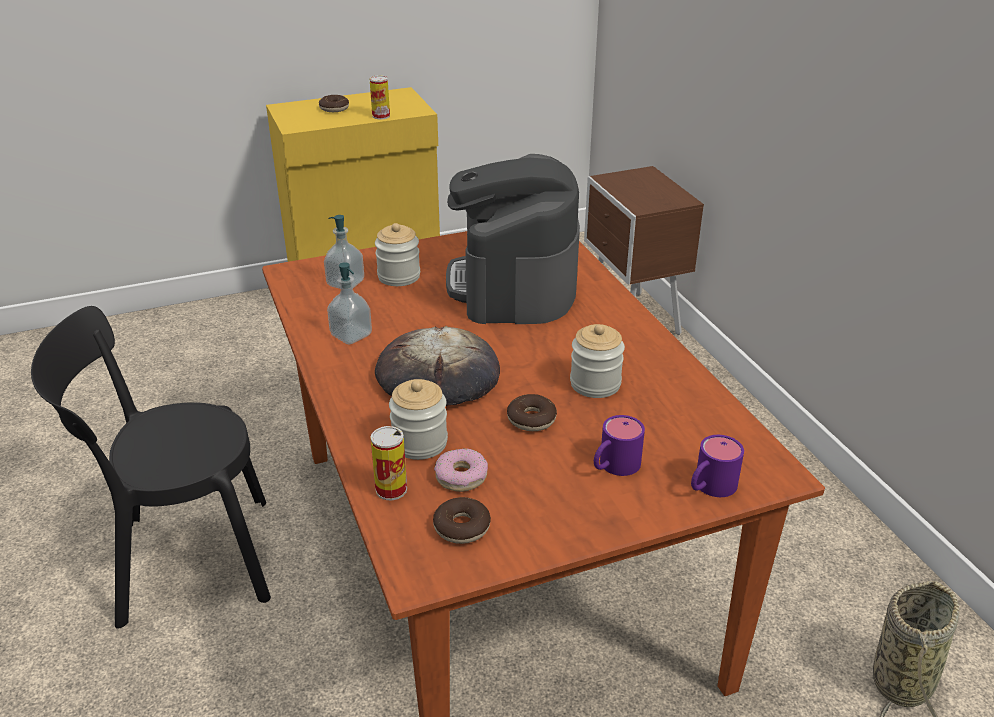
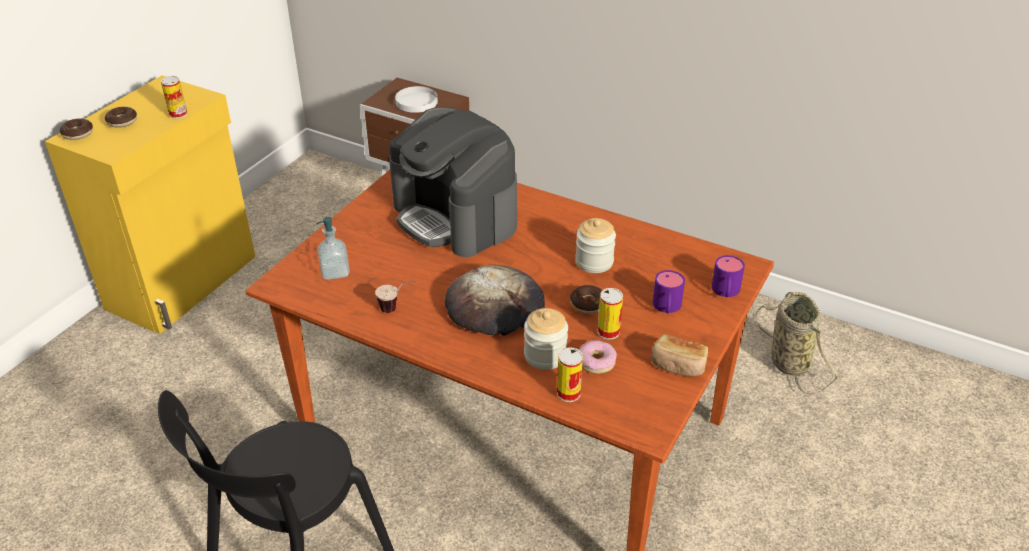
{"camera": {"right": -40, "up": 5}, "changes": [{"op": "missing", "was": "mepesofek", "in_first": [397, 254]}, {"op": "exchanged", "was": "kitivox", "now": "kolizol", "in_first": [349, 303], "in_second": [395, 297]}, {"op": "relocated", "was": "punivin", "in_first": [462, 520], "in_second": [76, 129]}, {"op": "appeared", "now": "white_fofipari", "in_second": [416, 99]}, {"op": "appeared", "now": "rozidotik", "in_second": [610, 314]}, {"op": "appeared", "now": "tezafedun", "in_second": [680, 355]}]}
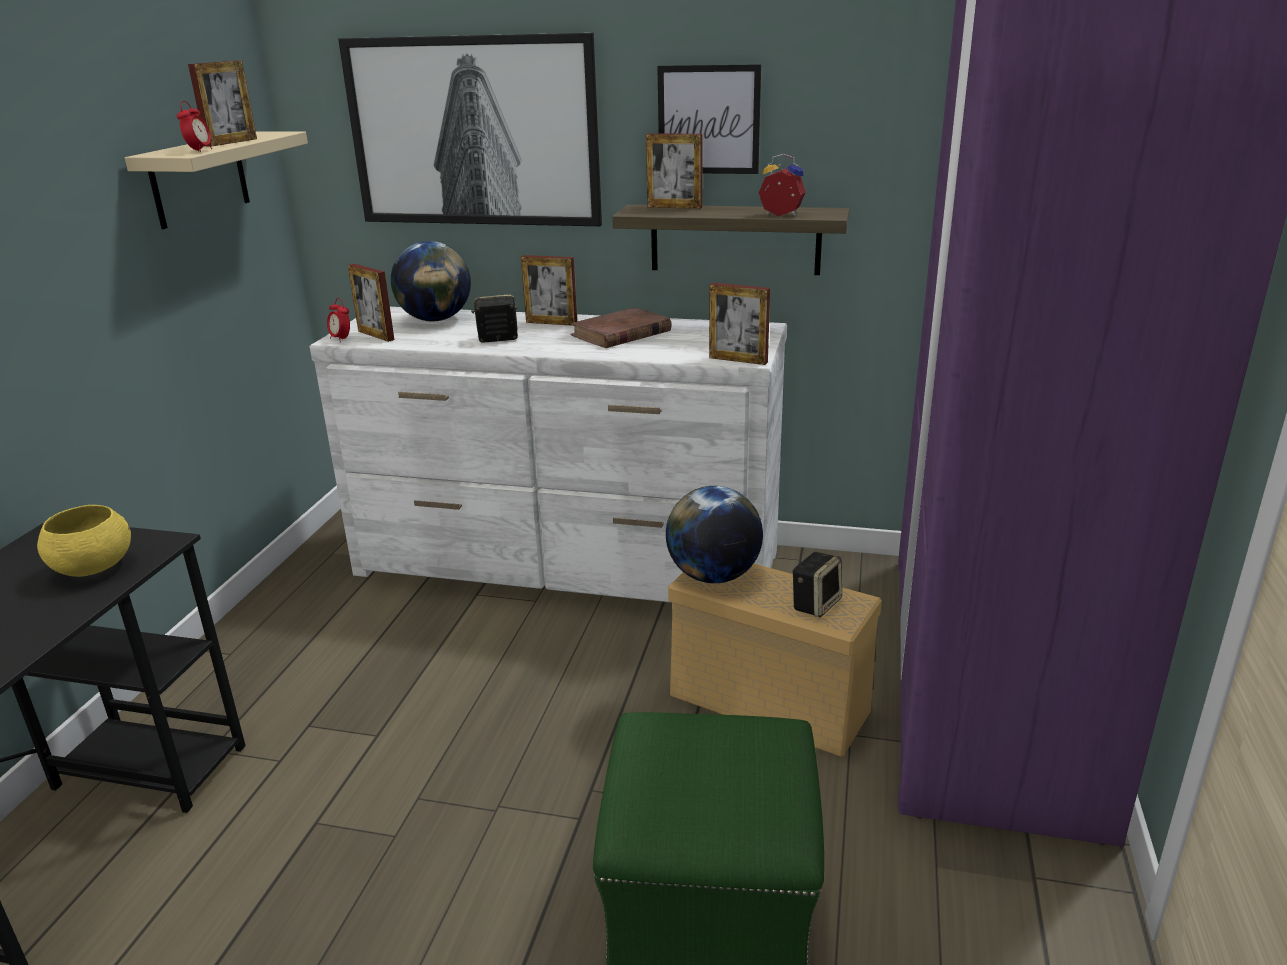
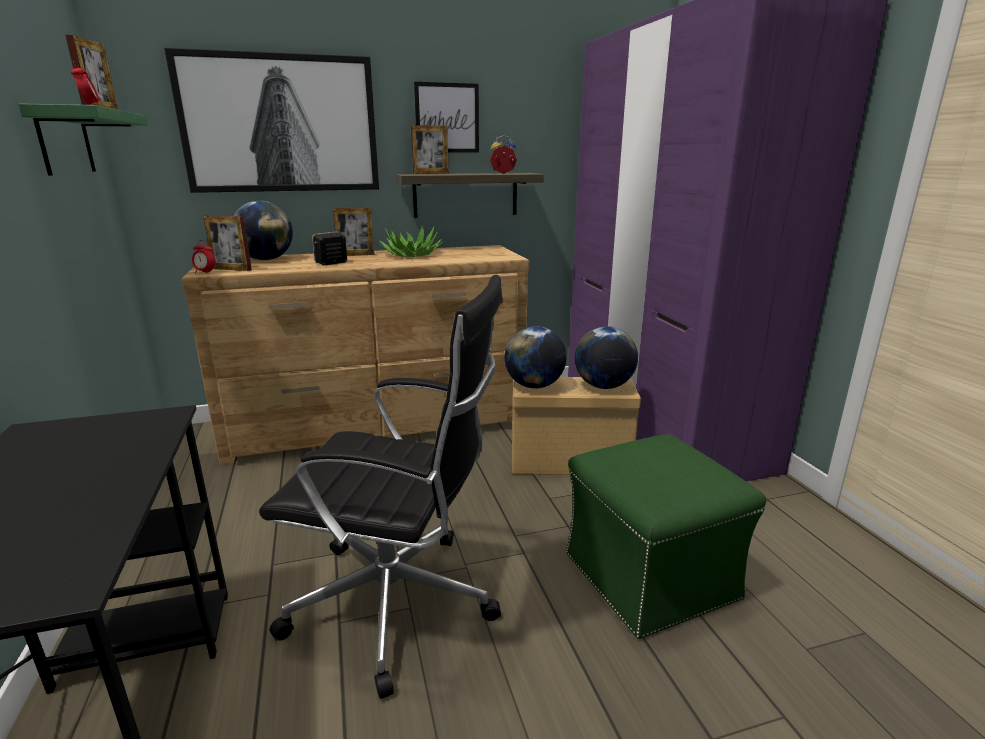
{"camera": {"right": -30, "up": -5}, "changes": [{"op": "colour", "was": "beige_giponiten", "now": "green_giponiten", "in_first": [216, 180], "in_second": [83, 140]}, {"op": "missing", "was": "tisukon", "in_first": [739, 324]}, {"op": "colour", "was": "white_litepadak", "now": "brown_litepadak", "in_first": [548, 454], "in_second": [355, 355]}, {"op": "exchanged", "was": "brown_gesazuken", "now": "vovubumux", "in_first": [621, 327], "in_second": [411, 241]}, {"op": "missing", "was": "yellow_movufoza", "in_first": [84, 541]}, {"op": "exchanged", "was": "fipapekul", "now": "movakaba", "in_first": [817, 585], "in_second": [606, 357]}, {"op": "appeared", "now": "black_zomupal", "in_second": [381, 487]}]}
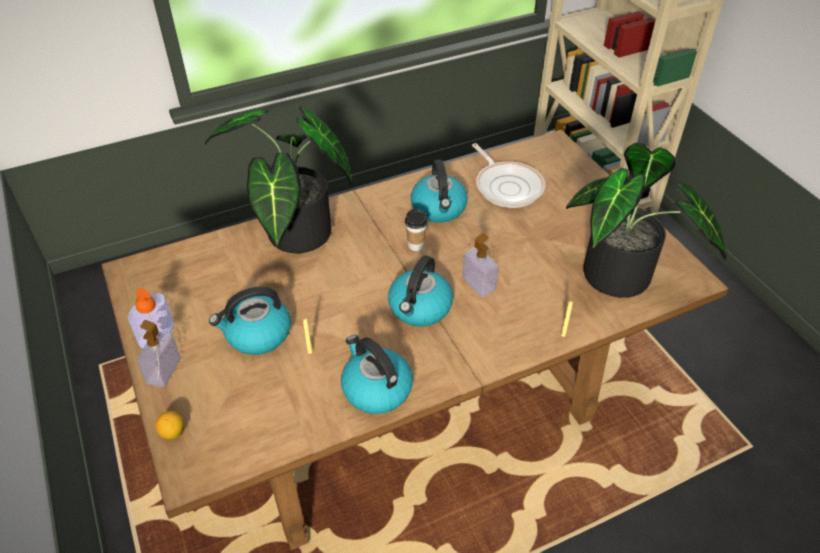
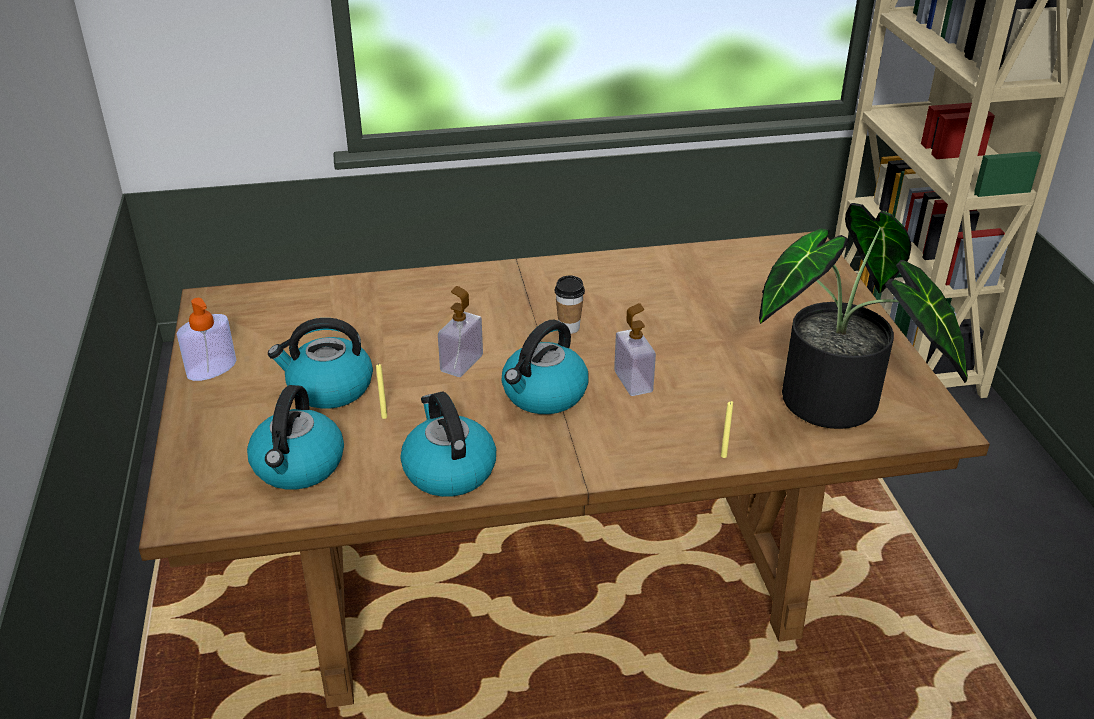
{"camera": {"right": 15, "up": -10}, "changes": [{"op": "missing", "was": "vovubumux", "in_first": [278, 179]}, {"op": "missing", "was": "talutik", "in_first": [509, 175]}, {"op": "relocated", "was": "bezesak", "in_first": [439, 191], "in_second": [295, 437]}, {"op": "relocated", "was": "kitivox", "in_first": [158, 353], "in_second": [460, 331]}, {"op": "missing", "was": "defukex", "in_first": [169, 425]}]}
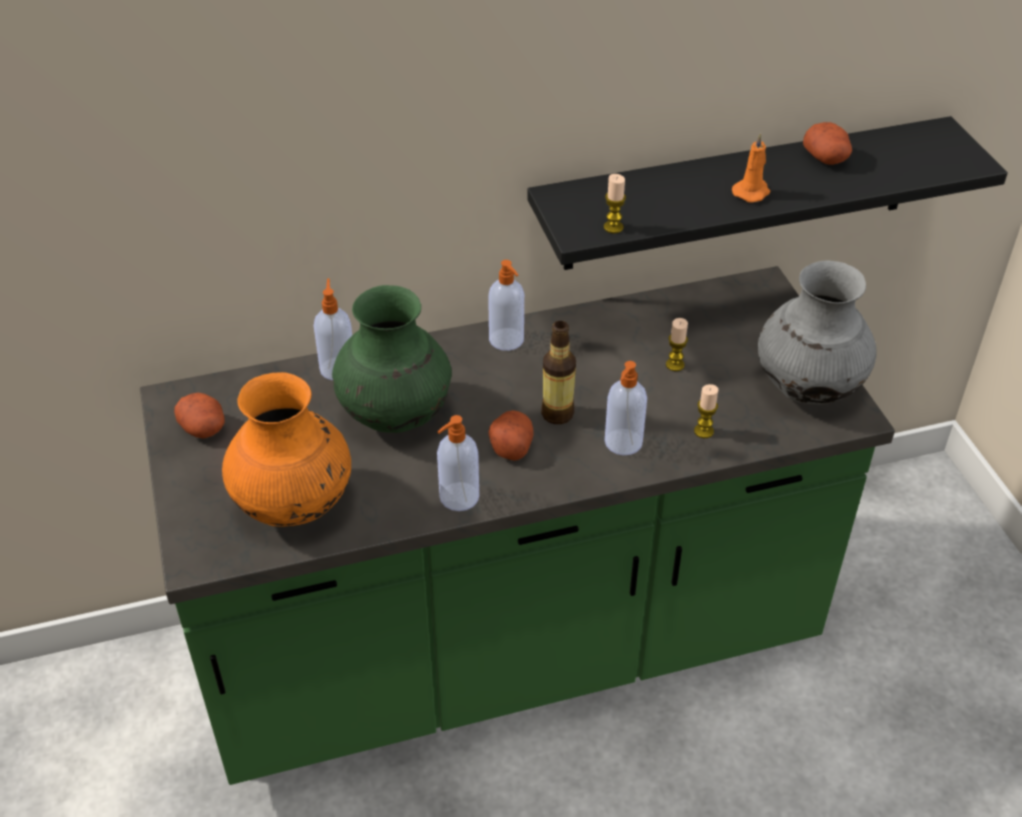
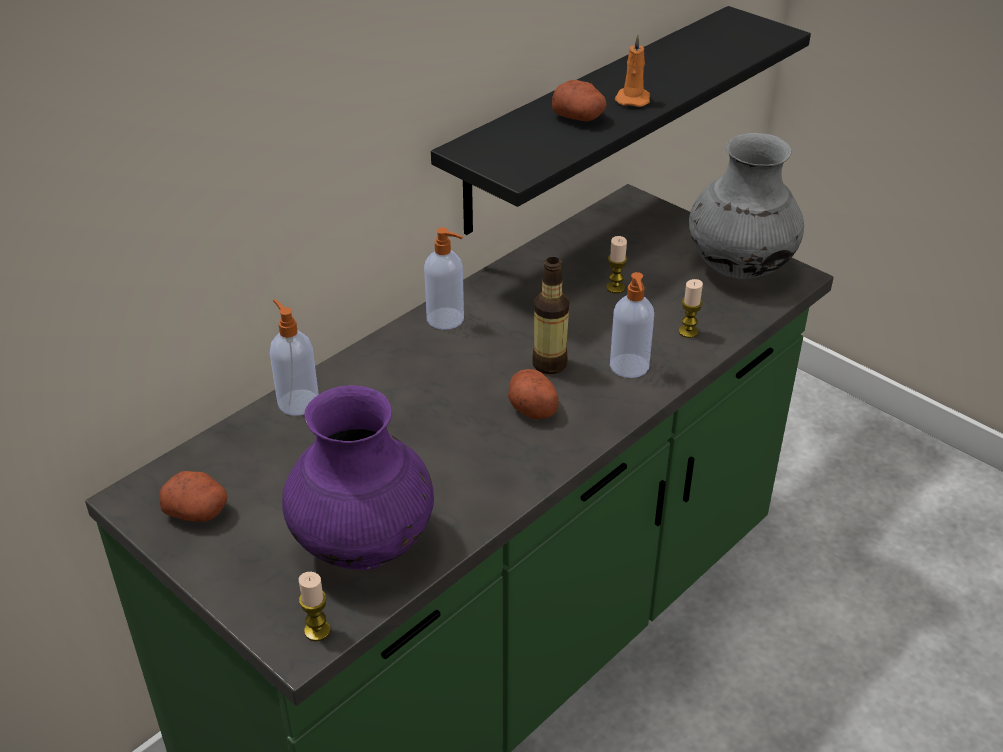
{"camera": {"right": -30, "up": -5}, "changes": [{"op": "relocated", "was": "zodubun", "in_first": [827, 143], "in_second": [579, 100]}, {"op": "relocated", "was": "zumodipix", "in_first": [615, 203], "in_second": [315, 606]}, {"op": "missing", "was": "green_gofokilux", "in_first": [392, 359]}, {"op": "colour", "was": "orange_gofokilux", "now": "purple_gofokilux", "in_first": [286, 449], "in_second": [358, 477]}, {"op": "missing", "was": "kitivox", "in_first": [458, 463]}]}
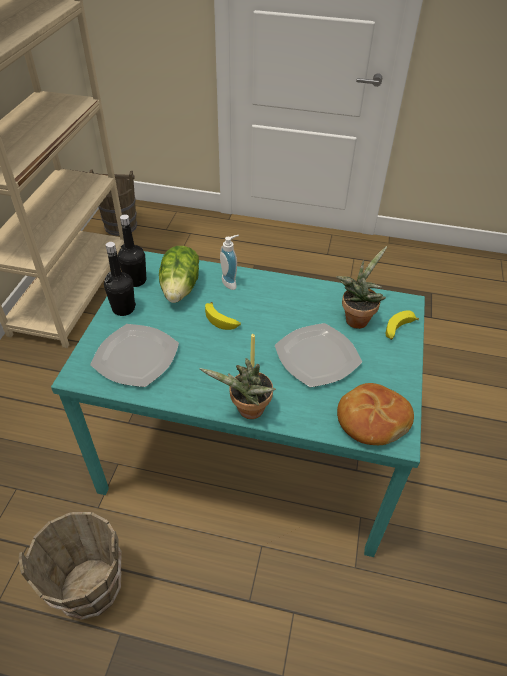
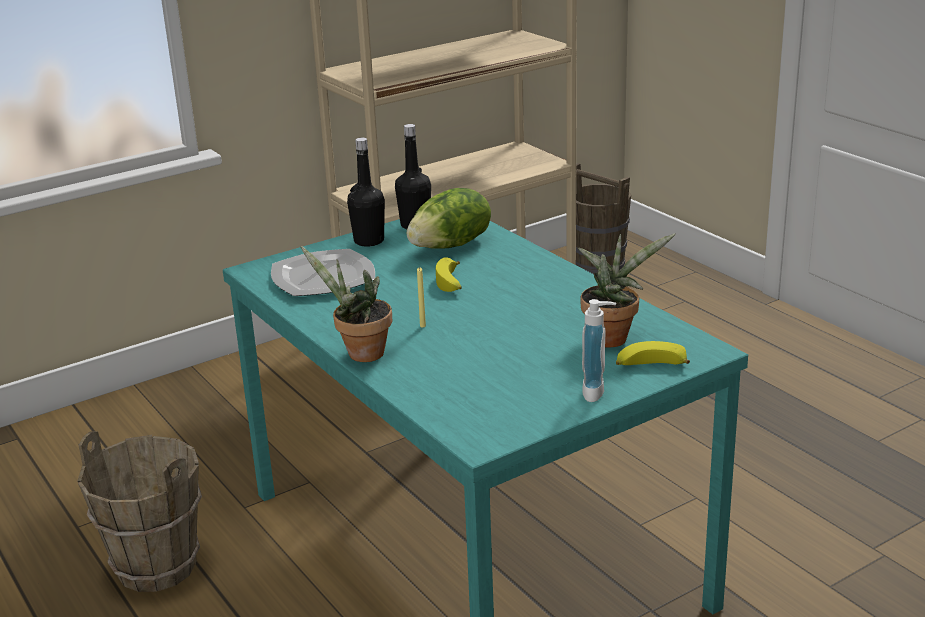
{"camera": {"right": 45, "up": -20}, "changes": [{"op": "relocated", "was": "kitivox", "in_first": [229, 262], "in_second": [599, 350]}, {"op": "missing", "was": "fofipari", "in_first": [318, 355]}, {"op": "missing", "was": "tezafedun", "in_first": [375, 414]}]}
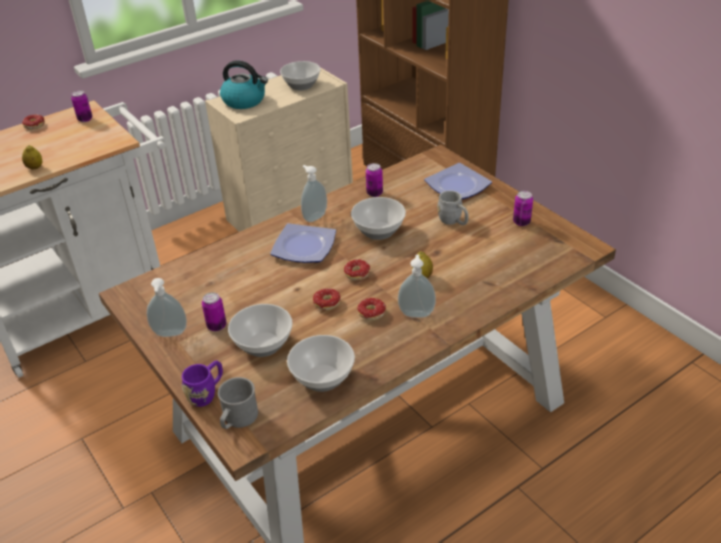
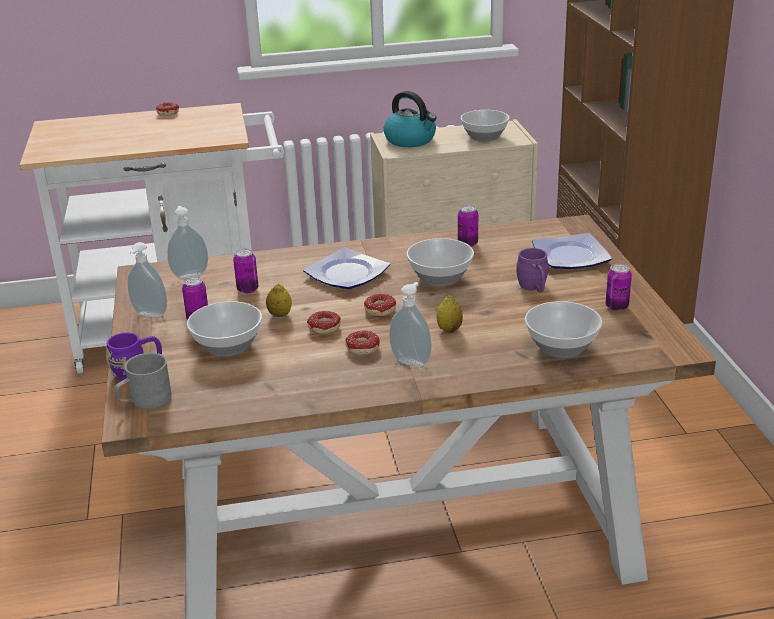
{"camera": {"right": 25, "up": -10}, "changes": [{"op": "relocated", "was": "rozidotik", "in_first": [81, 106], "in_second": [246, 271]}, {"op": "relocated", "was": "defukex", "in_first": [32, 157], "in_second": [279, 300]}, {"op": "relocated", "was": "kitivox", "in_first": [314, 193], "in_second": [187, 242]}, {"op": "colour", "was": "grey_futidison", "now": "purple_futidison", "in_first": [453, 208], "in_second": [532, 270]}, {"op": "relocated", "was": "movufoza", "in_first": [321, 363], "in_second": [563, 329]}]}
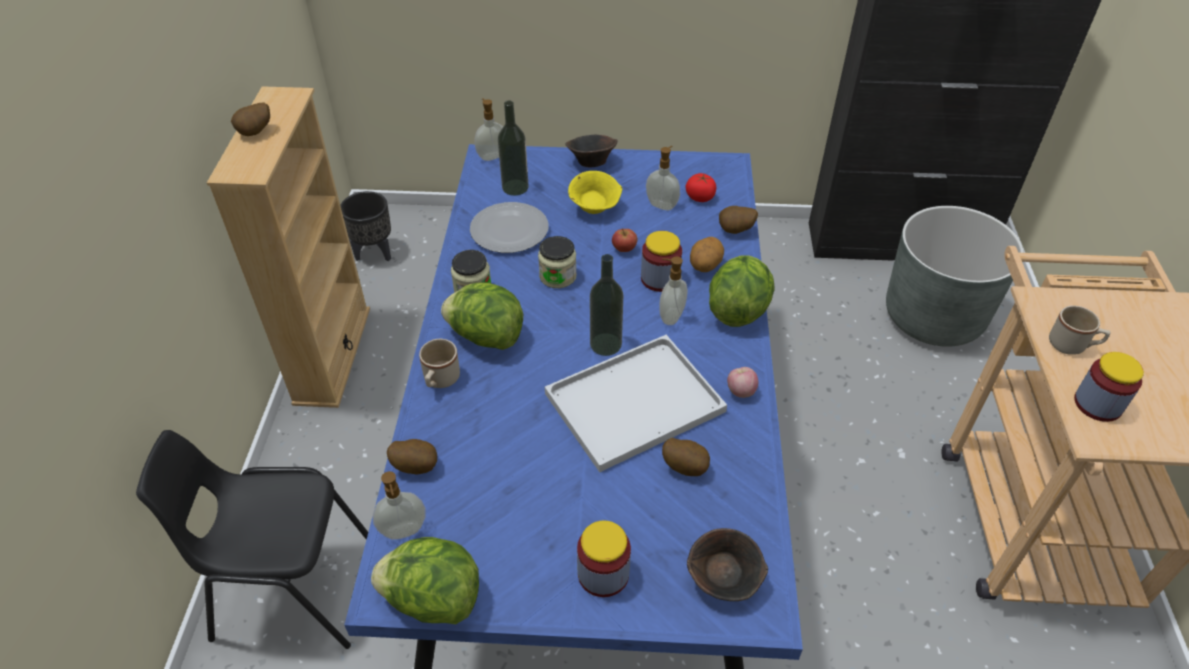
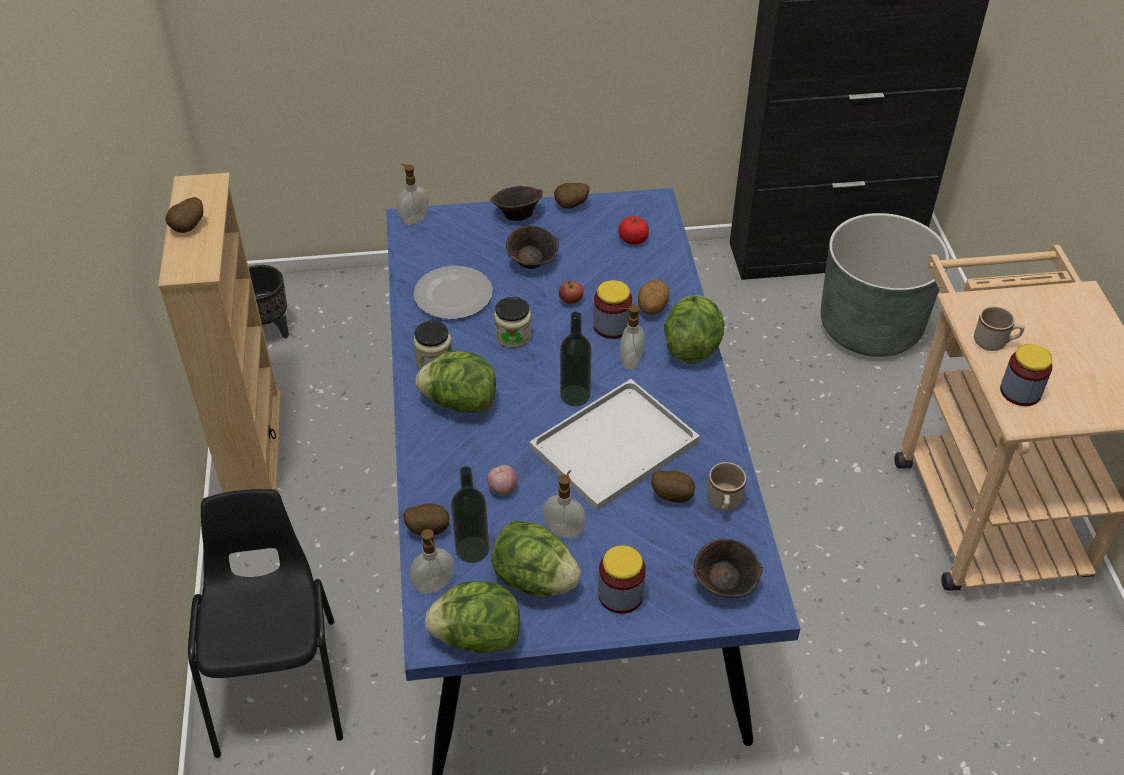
{"camera": {"right": -10, "up": 0}, "changes": [{"op": "relocated", "was": "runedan", "in_first": [513, 148], "in_second": [470, 514]}, {"op": "relocated", "was": "kitivox", "in_first": [663, 178], "in_second": [564, 504]}, {"op": "colour", "was": "yellow_movufoza", "now": "brown_movufoza", "in_first": [595, 192], "in_second": [532, 247]}, {"op": "relocated", "was": "zodubun", "in_first": [738, 220], "in_second": [571, 196]}, {"op": "relocated", "was": "beige_futidison", "in_first": [439, 363], "in_second": [726, 487]}, {"op": "relocated", "was": "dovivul", "in_first": [742, 382], "in_second": [502, 480]}, {"op": "spun", "was": "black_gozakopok", "in_first": [252, 539], "in_second": [265, 623], "clockwise": 90}, {"op": "appeared", "now": "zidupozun", "in_second": [536, 558]}]}
